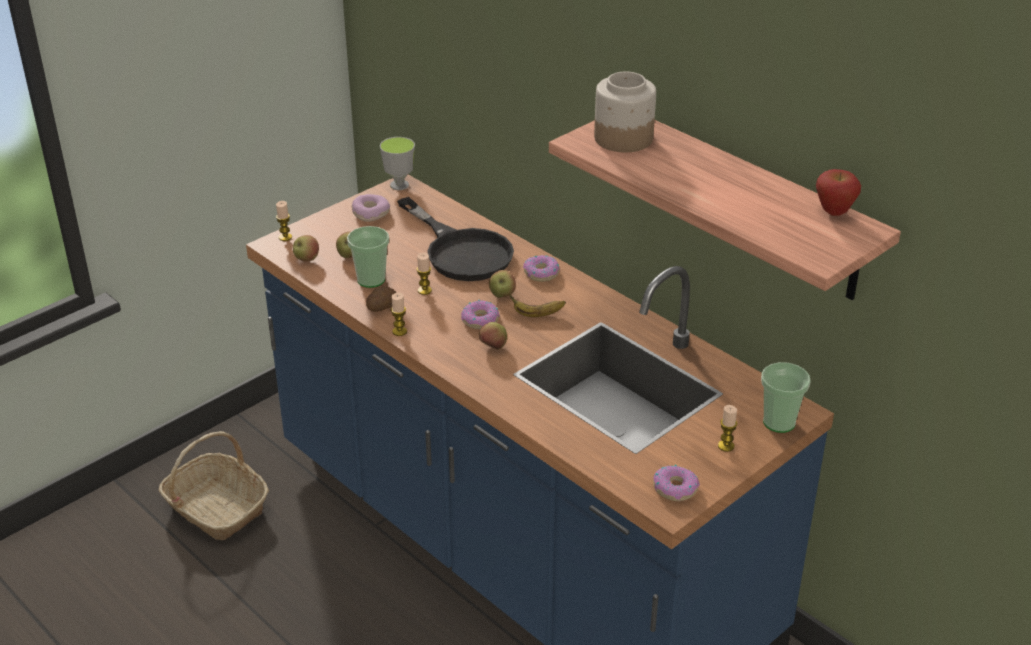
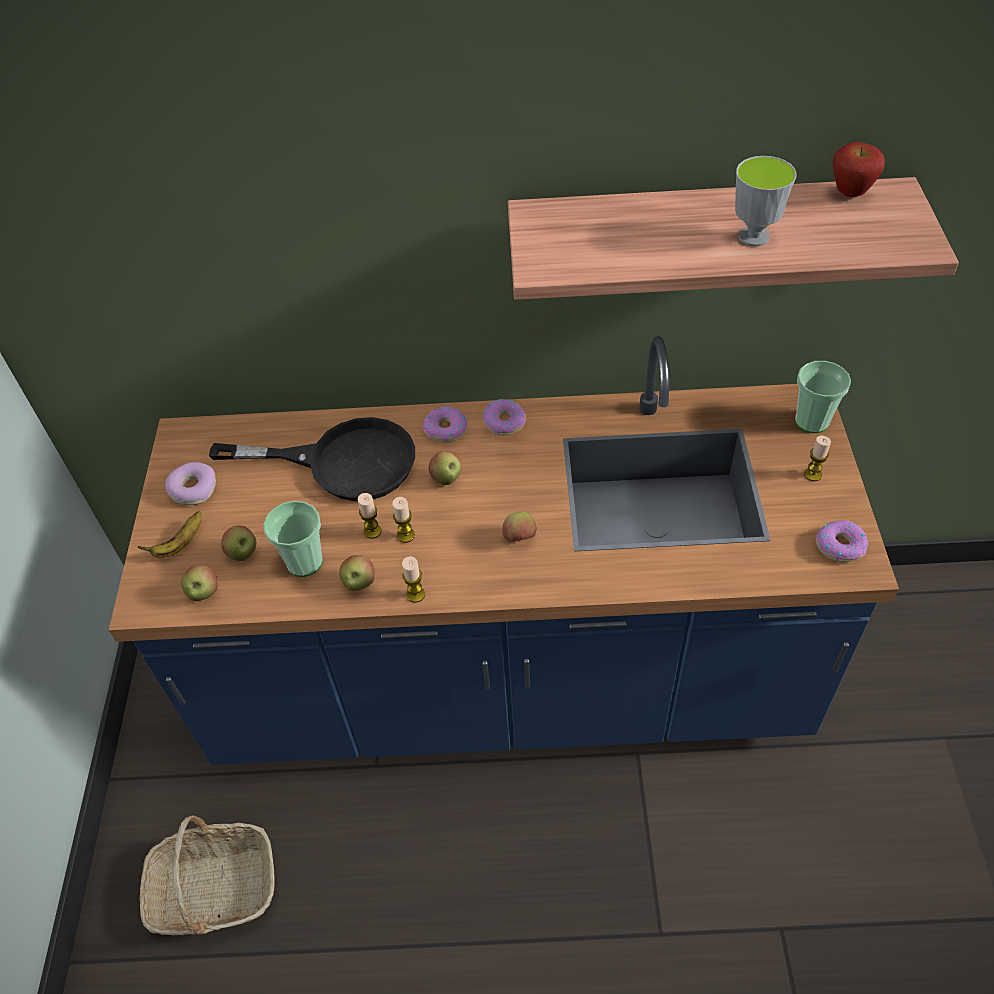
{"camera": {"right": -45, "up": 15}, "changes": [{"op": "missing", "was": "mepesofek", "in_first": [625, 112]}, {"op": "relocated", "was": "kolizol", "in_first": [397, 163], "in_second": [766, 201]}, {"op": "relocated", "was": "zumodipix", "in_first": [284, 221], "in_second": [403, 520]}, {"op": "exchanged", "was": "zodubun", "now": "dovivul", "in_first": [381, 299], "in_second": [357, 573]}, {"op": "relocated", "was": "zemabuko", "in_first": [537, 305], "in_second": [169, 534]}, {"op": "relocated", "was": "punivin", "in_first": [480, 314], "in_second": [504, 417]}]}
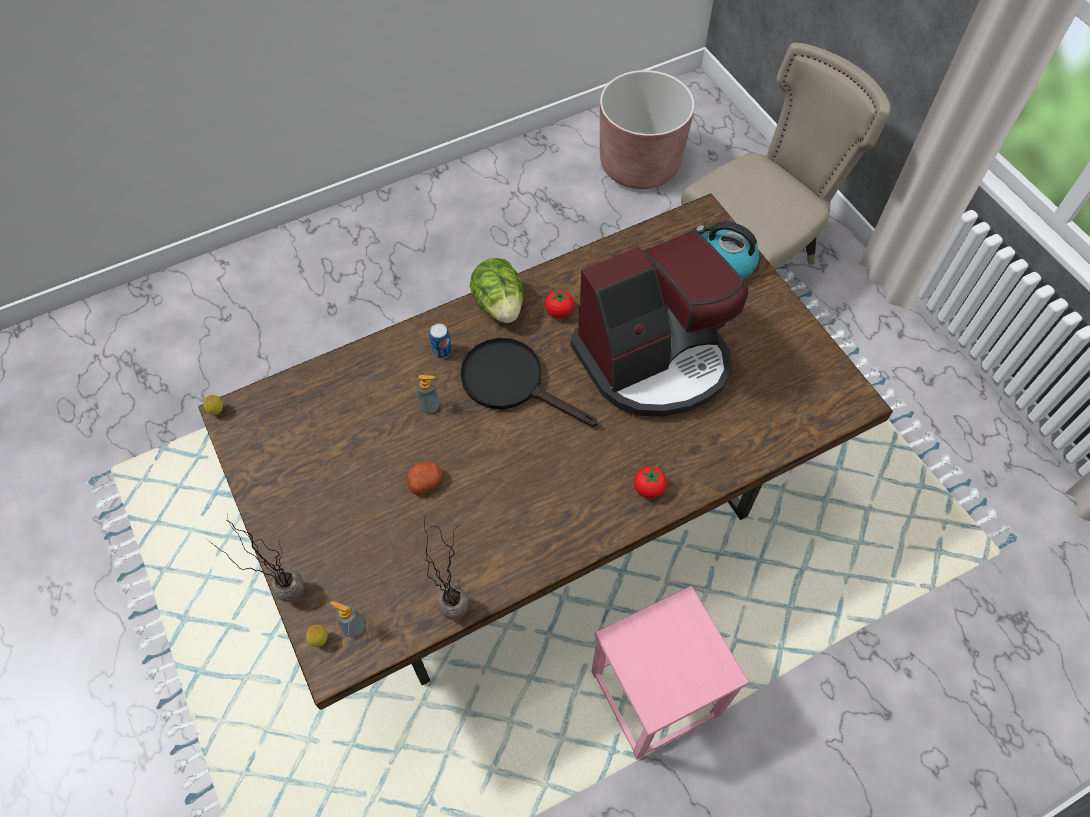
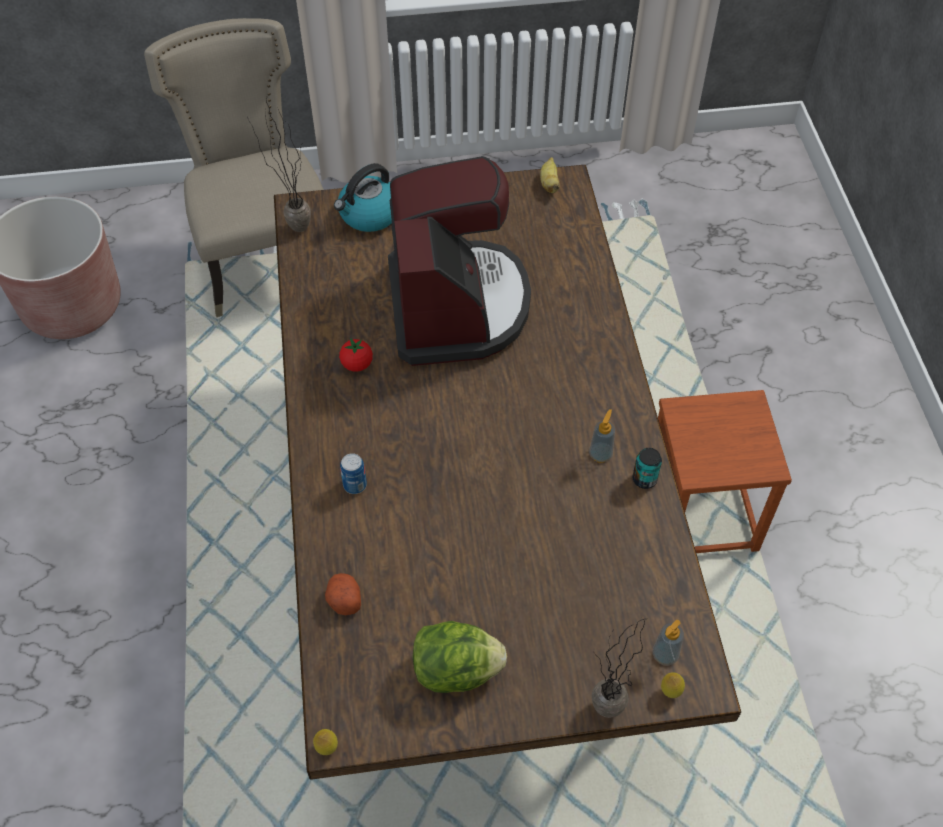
{"camera": {"right": -70, "up": -5}, "changes": [{"op": "relocated", "was": "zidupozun", "in_first": [497, 290], "in_second": [460, 657]}, {"op": "missing", "was": "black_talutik", "in_first": [529, 382]}, {"op": "relocated", "was": "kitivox", "in_first": [428, 394], "in_second": [602, 436]}, {"op": "relocated", "was": "zodubun", "in_first": [424, 478], "in_second": [343, 594]}, {"op": "missing", "was": "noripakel", "in_first": [650, 482]}, {"op": "relocated", "was": "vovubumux", "in_first": [446, 567], "in_second": [279, 165]}, {"op": "colour", "was": "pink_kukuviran", "now": "brown_kukuviran", "in_first": [670, 673], "in_second": [725, 471]}, {"op": "appeared", "now": "zemabuko", "in_second": [550, 175]}, {"op": "appeared", "now": "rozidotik", "in_second": [647, 468]}]}
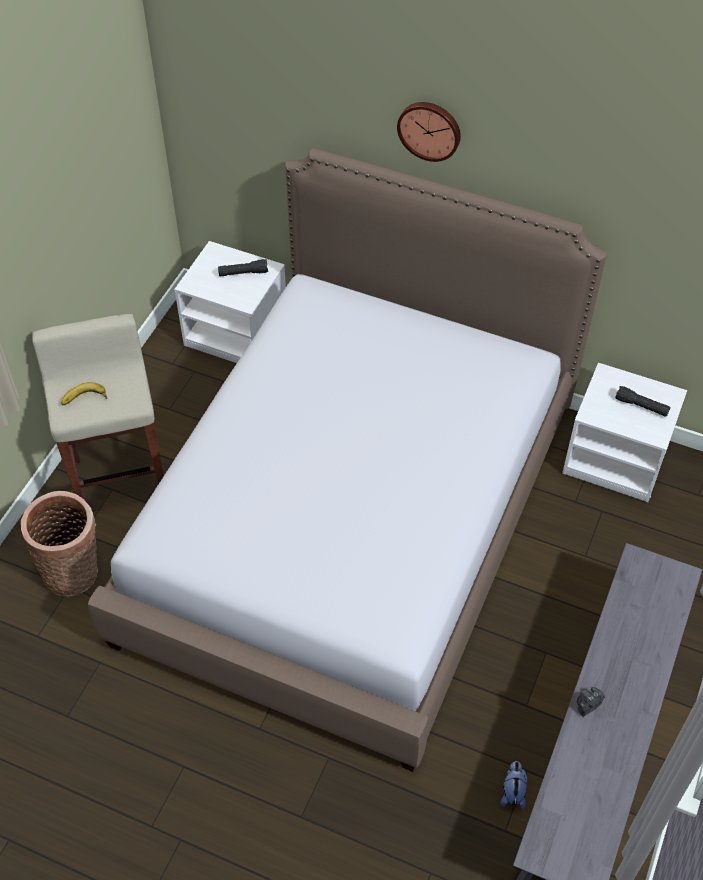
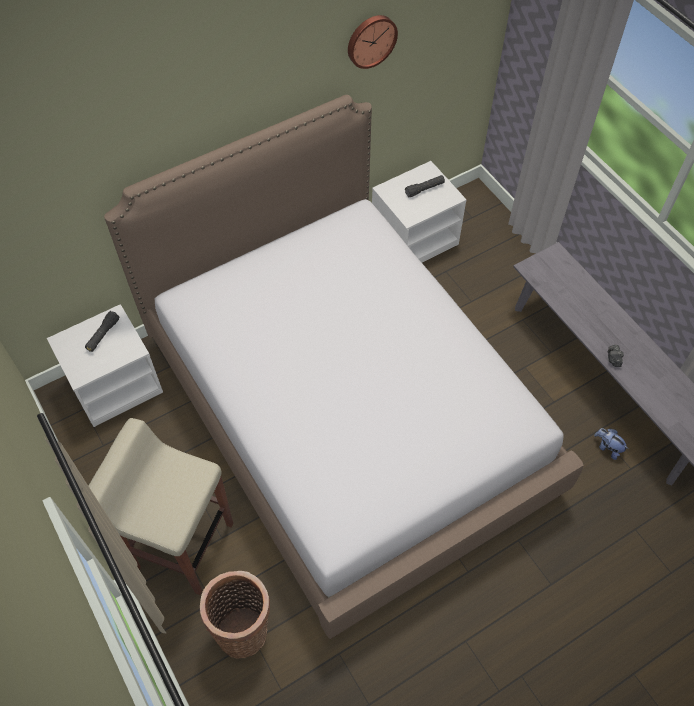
{"camera": {"right": -55, "up": 5}, "changes": [{"op": "relocated", "was": "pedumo", "in_first": [429, 132], "in_second": [373, 42]}, {"op": "missing", "was": "zemabuko", "in_first": [84, 393]}]}
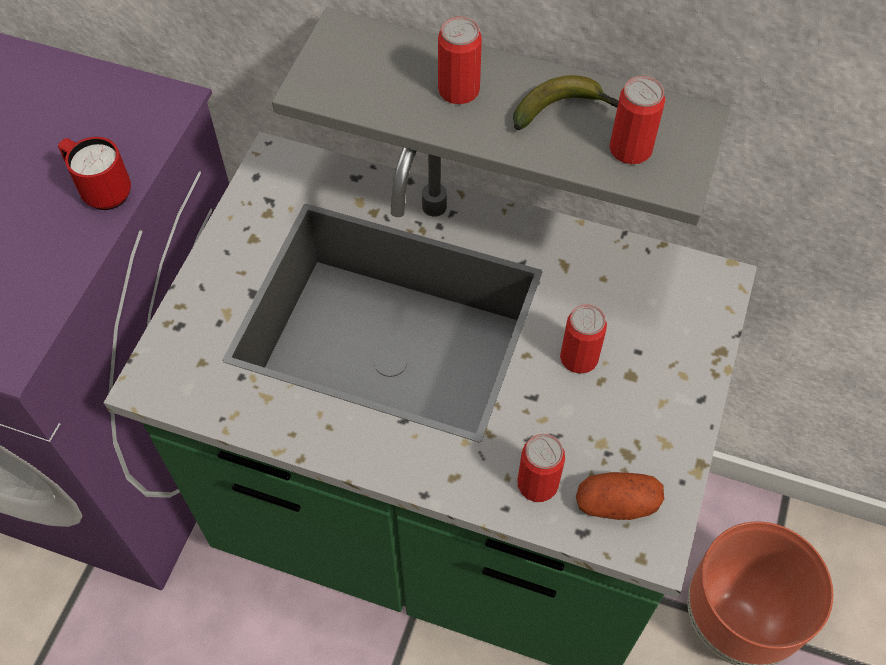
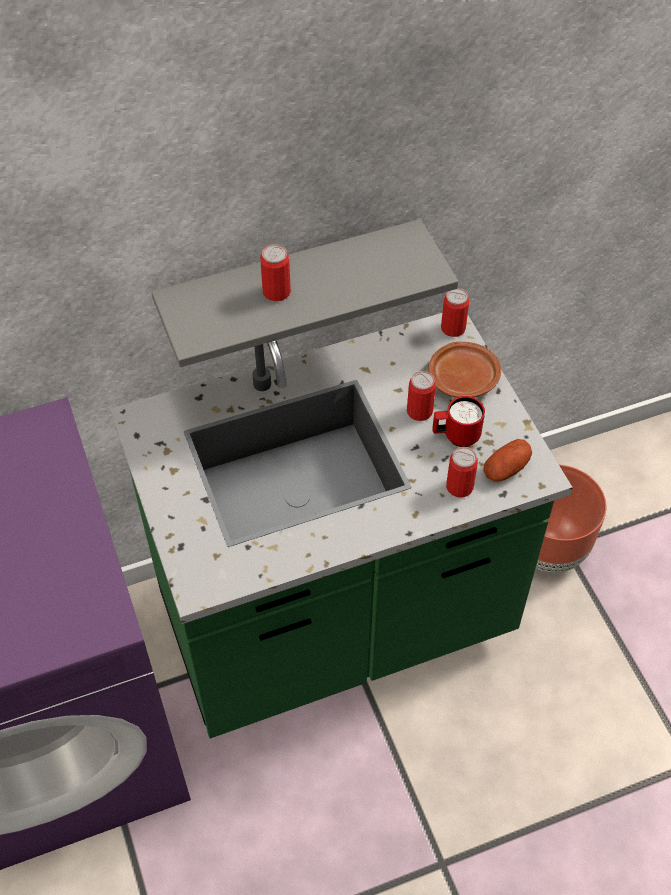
{"camera": {"right": -40, "up": -5}, "changes": [{"op": "missing", "was": "zemabuko", "in_first": [566, 102]}, {"op": "relocated", "was": "rozidotik", "in_first": [637, 120], "in_second": [455, 312]}, {"op": "relocated", "was": "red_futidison", "in_first": [94, 173], "in_second": [458, 421]}, {"op": "appeared", "now": "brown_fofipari", "in_second": [464, 370]}]}
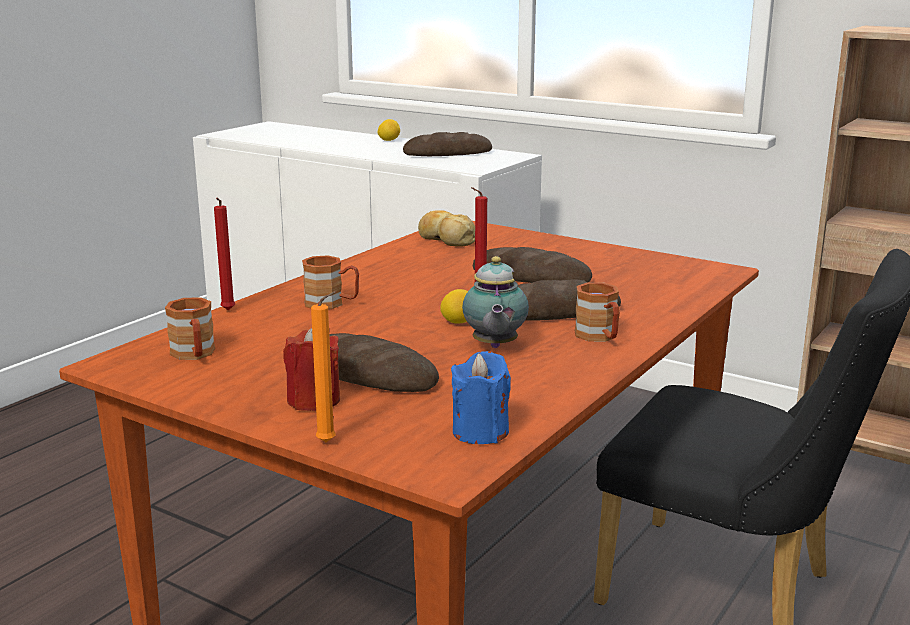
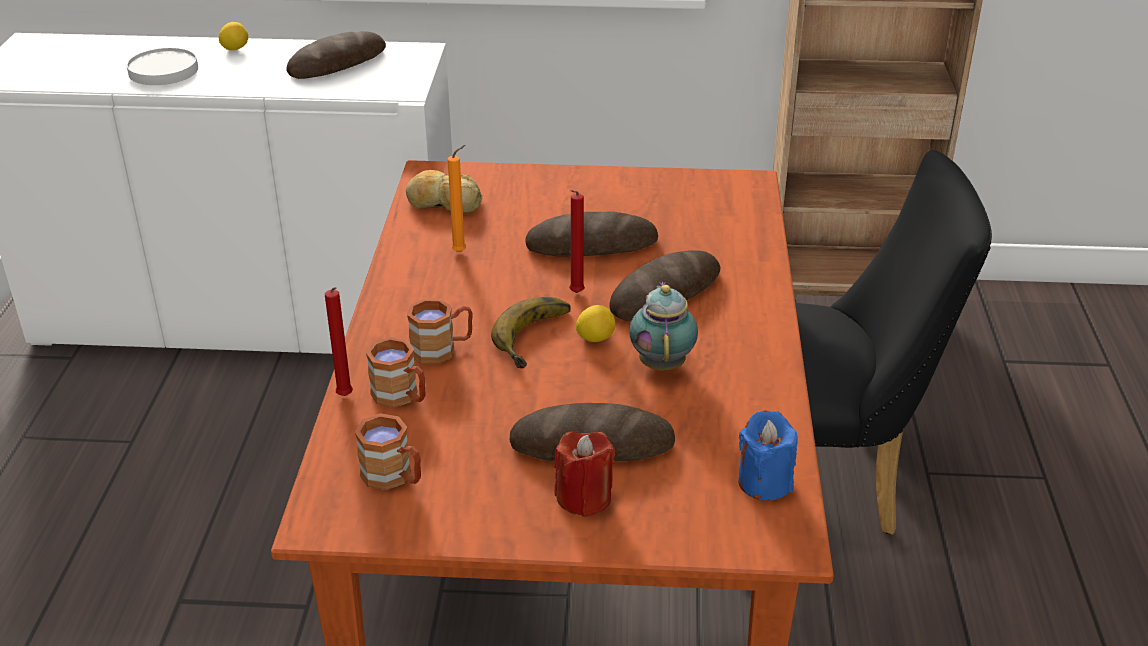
{"camera": {"right": -30, "up": 15}, "changes": [{"op": "spun", "was": "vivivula", "in_first": [495, 302], "in_second": [663, 326], "clockwise": -150}, {"op": "relocated", "was": "brown_futidison", "in_first": [597, 312], "in_second": [395, 372]}, {"op": "relocated", "was": "orange_zumodipix", "in_first": [323, 366], "in_second": [457, 198]}, {"op": "appeared", "now": "white_fofipari", "in_second": [162, 66]}, {"op": "appeared", "now": "zemabuko", "in_second": [531, 332]}]}
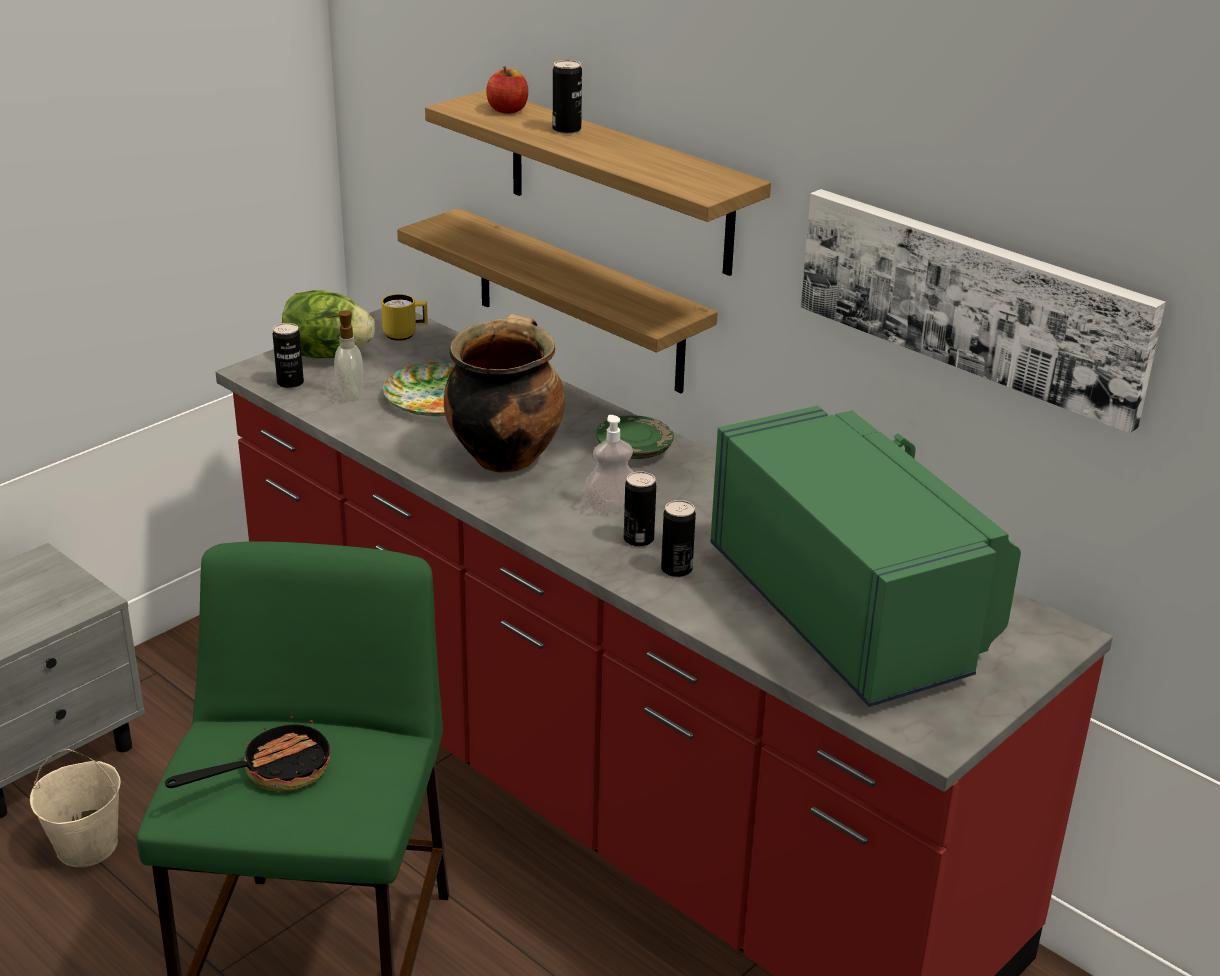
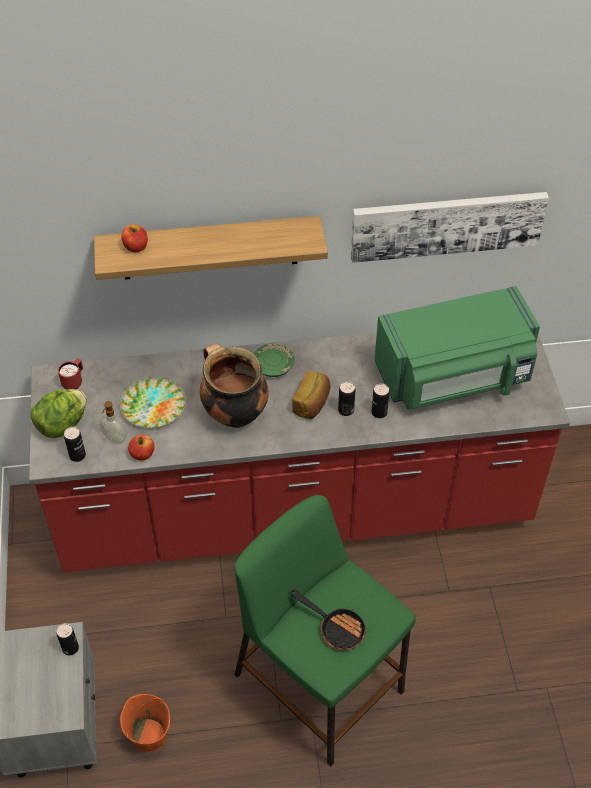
{"camera": {"right": -50, "up": 20}, "changes": [{"op": "relocated", "was": "rozidotik", "in_first": [567, 97], "in_second": [68, 639]}, {"op": "missing", "was": "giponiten", "in_first": [557, 300]}, {"op": "colour", "was": "yellow_futidison", "now": "red_futidison", "in_first": [404, 317], "in_second": [70, 373]}, {"op": "spun", "was": "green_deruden", "in_first": [866, 556], "in_second": [457, 347], "clockwise": 150}, {"op": "exchanged", "was": "kitivox", "now": "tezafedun", "in_first": [608, 464], "in_second": [311, 395]}, {"op": "spun", "was": "talutik", "in_first": [248, 751], "in_second": [328, 620], "clockwise": 120}, {"op": "colour", "was": "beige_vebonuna", "now": "orange_vebonuna", "in_first": [75, 808], "in_second": [145, 723]}, {"op": "appeared", "now": "dovivul", "in_second": [141, 447]}]}
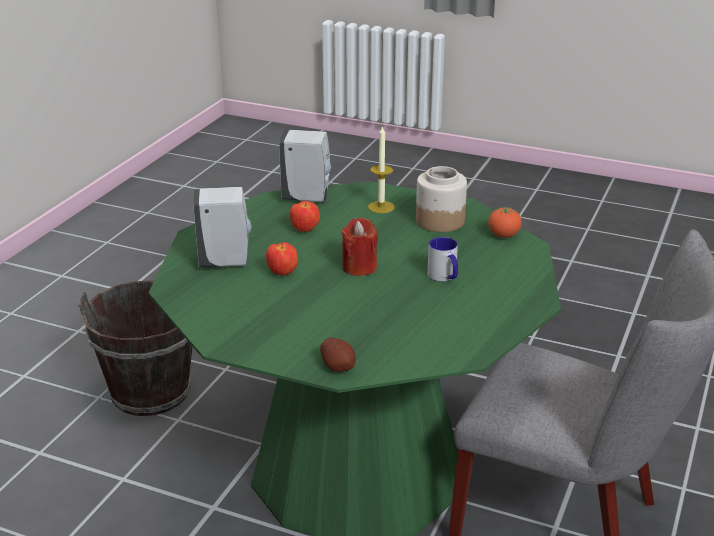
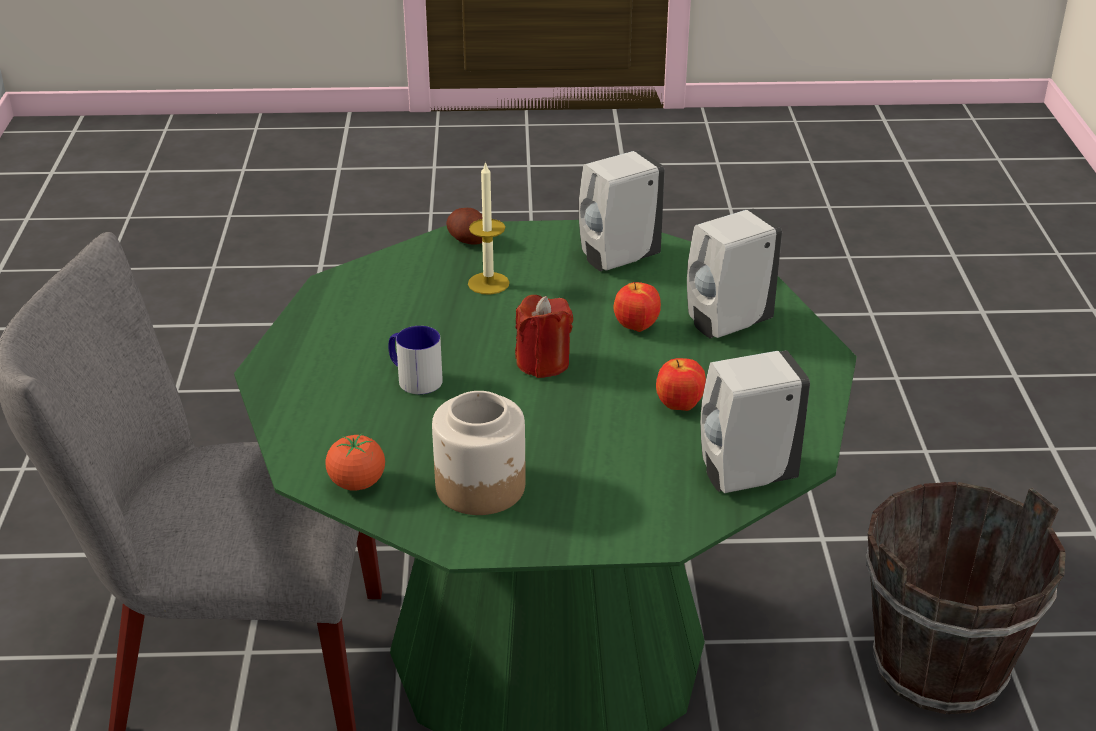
{"camera": {"right": 155, "up": 5}, "changes": [{"op": "relocated", "was": "zumodipix", "in_first": [381, 169], "in_second": [489, 228]}, {"op": "appeared", "now": "white_kitivox", "in_second": [622, 210]}]}
